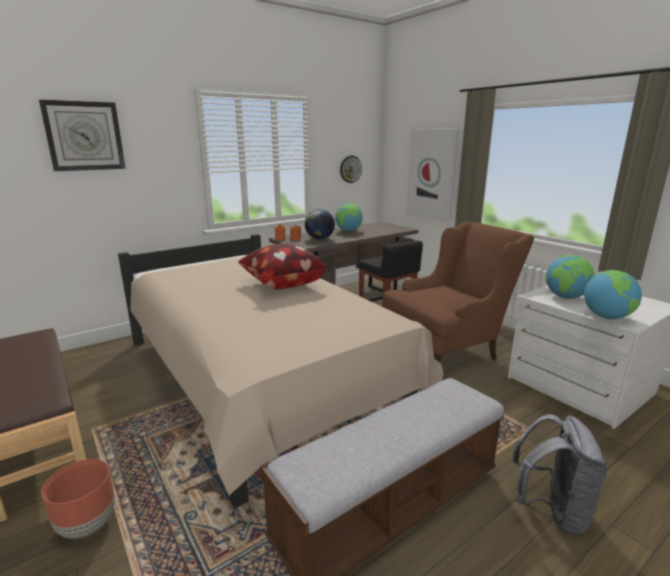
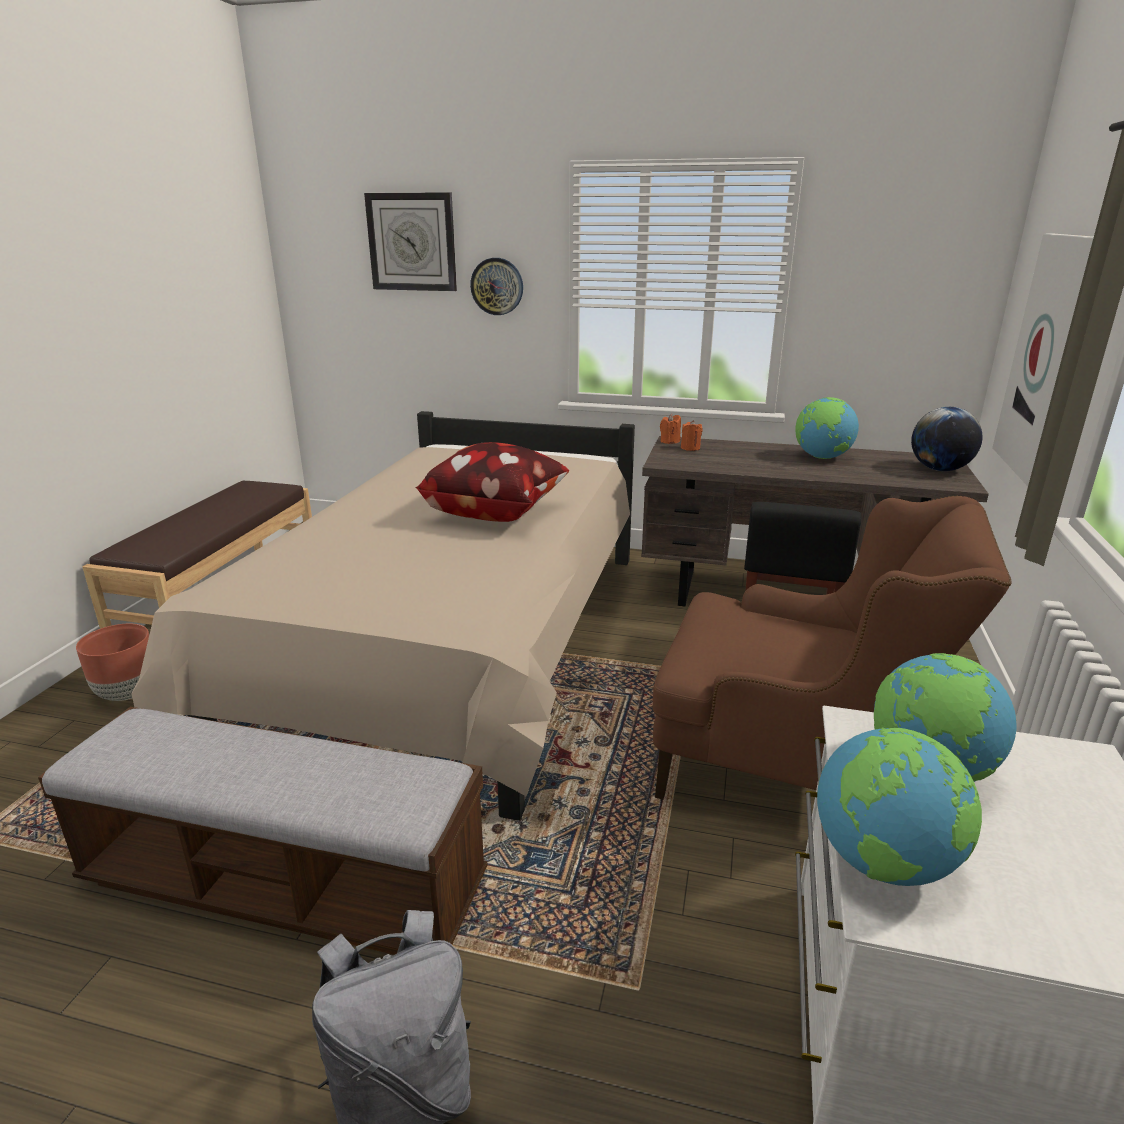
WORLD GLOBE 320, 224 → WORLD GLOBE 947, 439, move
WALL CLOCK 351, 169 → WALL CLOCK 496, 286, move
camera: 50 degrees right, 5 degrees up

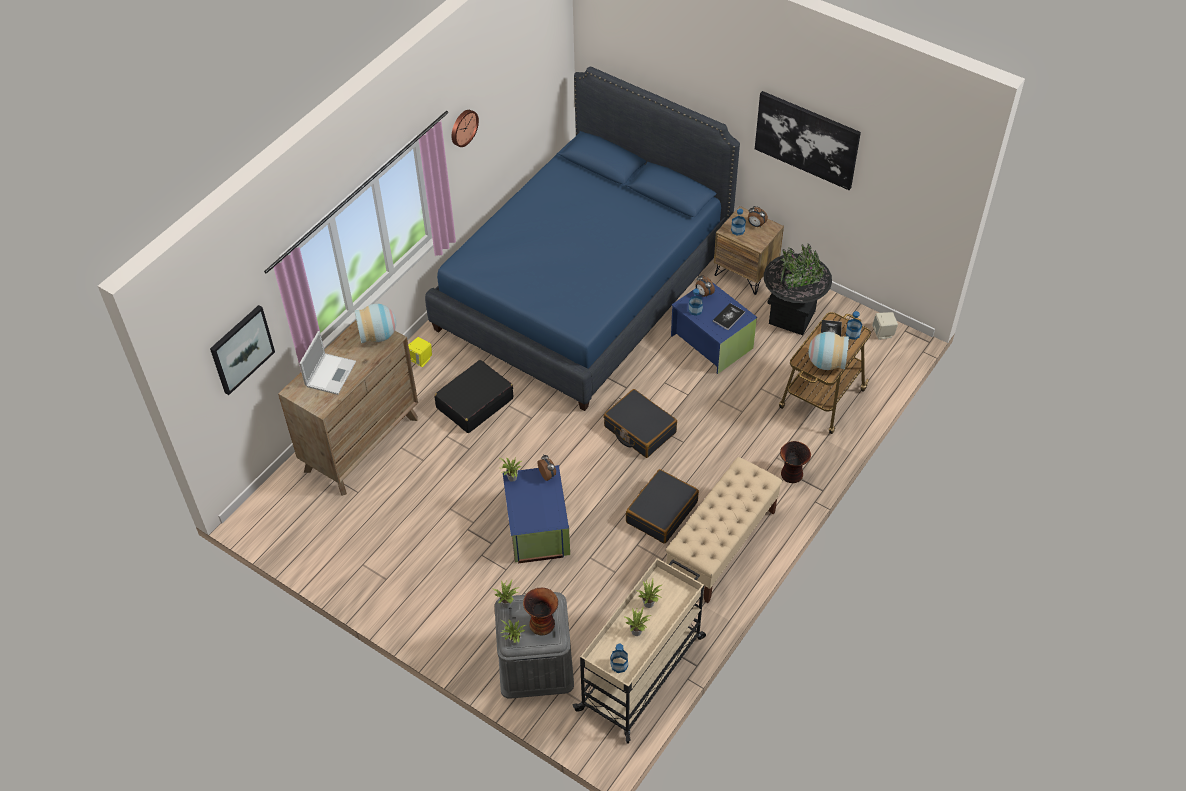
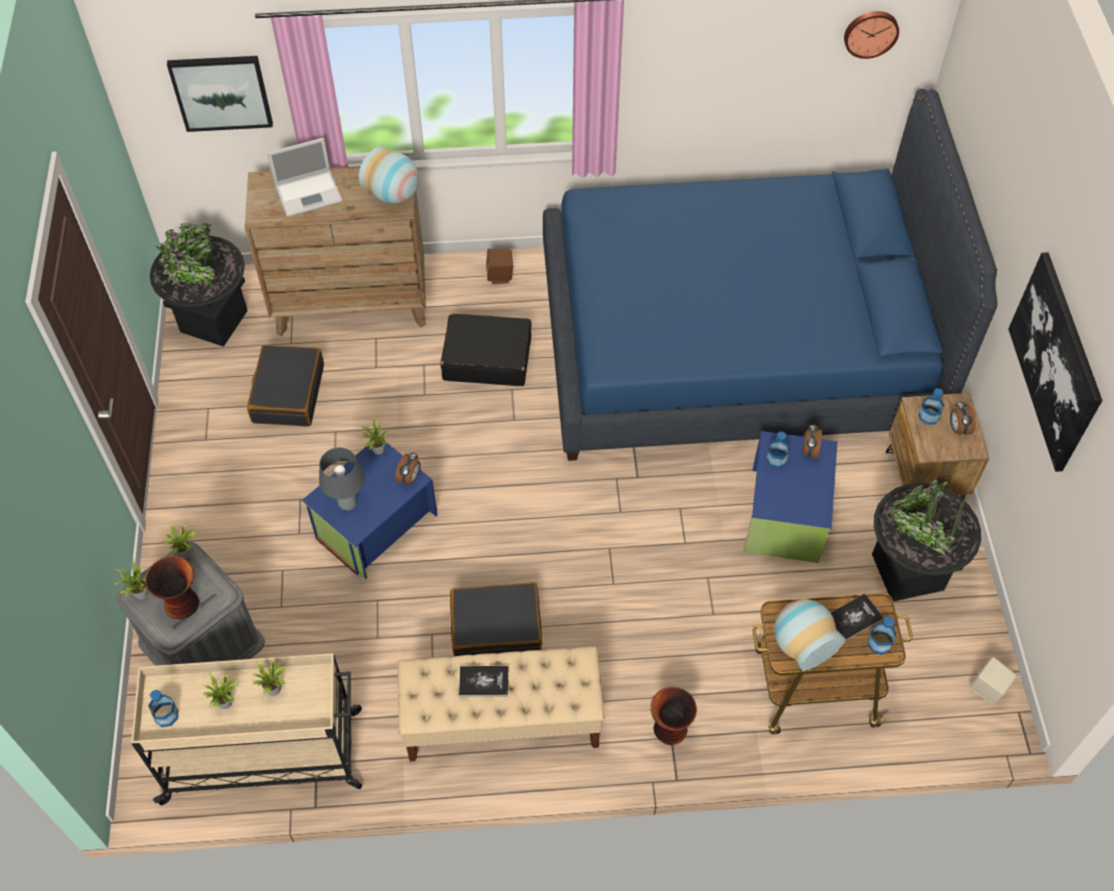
YELLOWISH AUDIO SPEAKER 420, 352 → BROWN AUDIO SPEAKER 499, 266
WALL CLOCK 465, 128 → WALL CLOCK 871, 35, move
BLACK PIECE OF LUGGAGE 640, 423 → BLACK PIECE OF LUGGAGE 285, 386, move
BOUND BOOK 729, 316 → BOUND BOOK 483, 681, move
- → BLACK FLOWER POT 199, 285
- → GREYISH TABLE LAMP 342, 479
camera: 50 degrees right, 5 degrees up

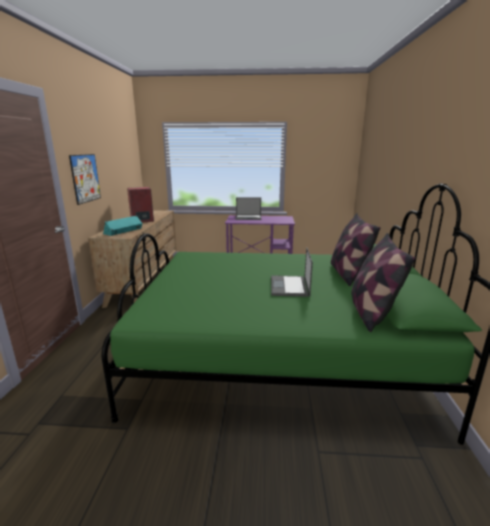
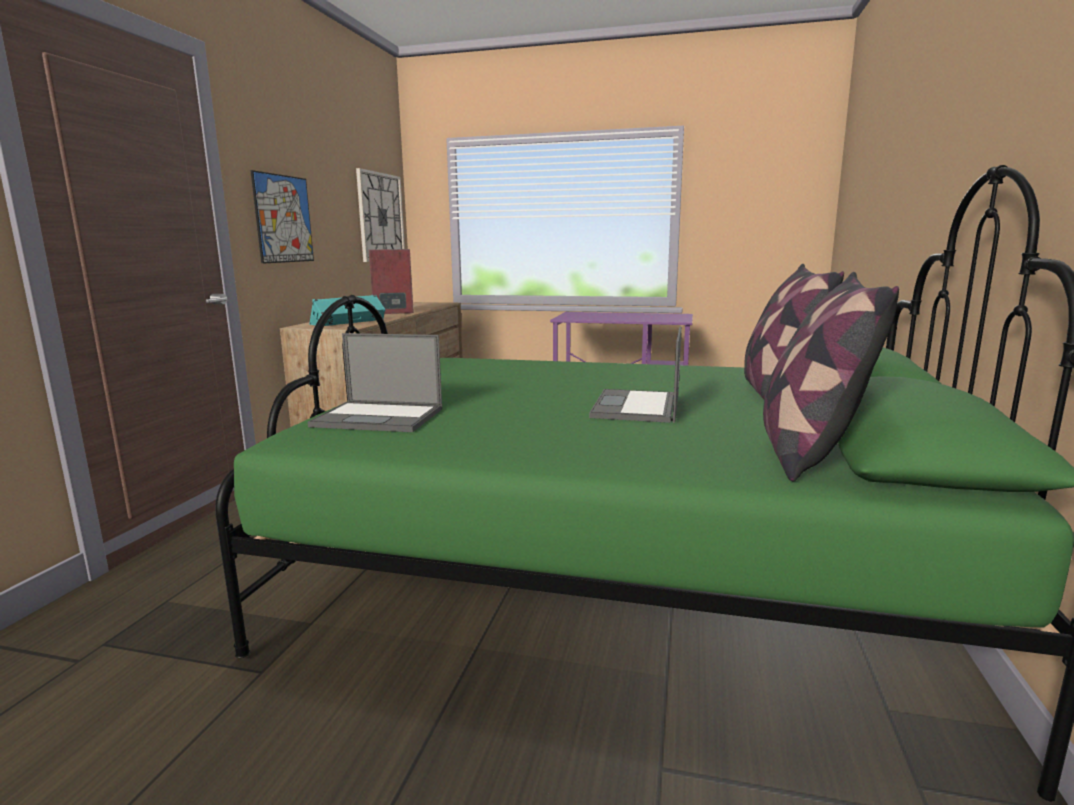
LAPTOP 248, 209 → LAPTOP 375, 382, move
- → WALL CLOCK 380, 215
camera: 10 degrees right, 5 degrees down

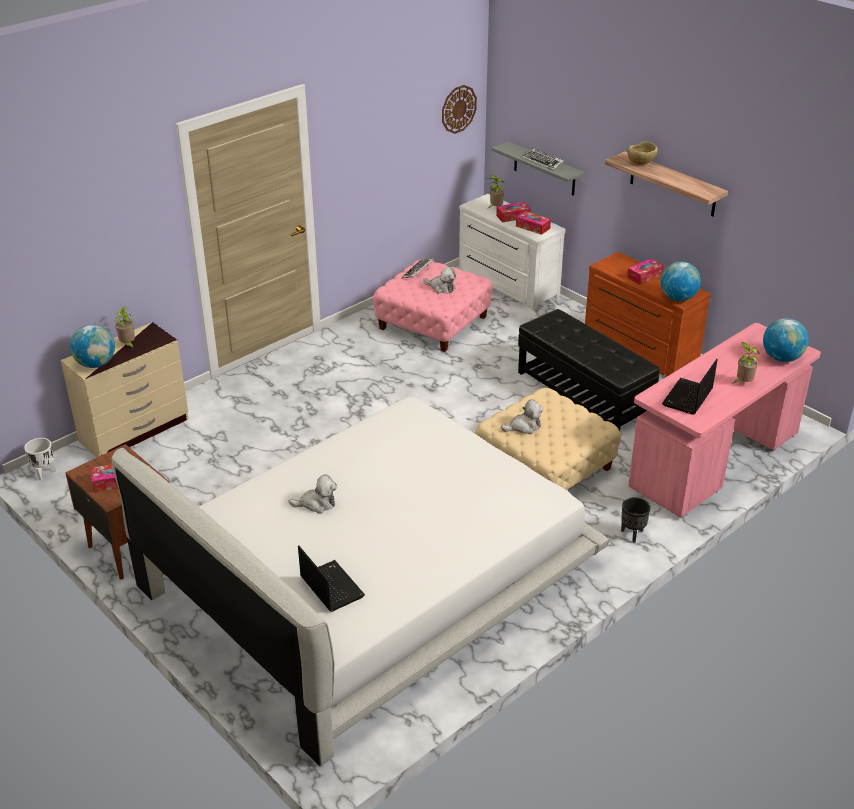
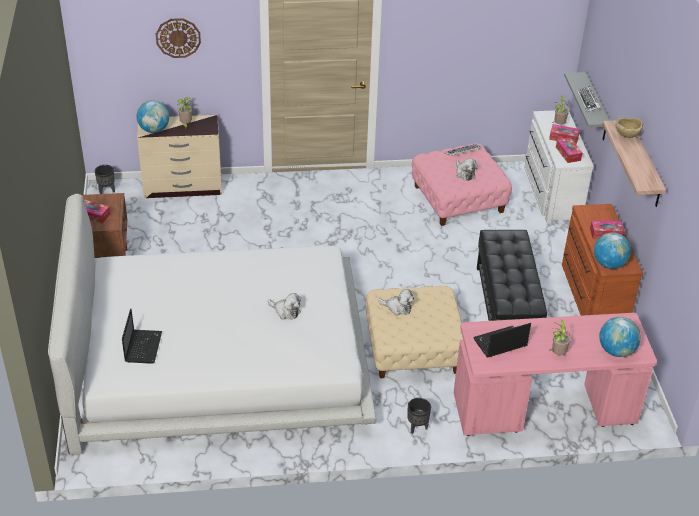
WHITE FLOWER POT 40, 459 → BLACK FLOWER POT 105, 179
CUDDLY TOY 313, 494 → CUDDLY TOY 284, 306, move
WALL CLOCK 459, 109 → WALL CLOCK 178, 38, move
camera: 35 degrees right, 5 degrees up

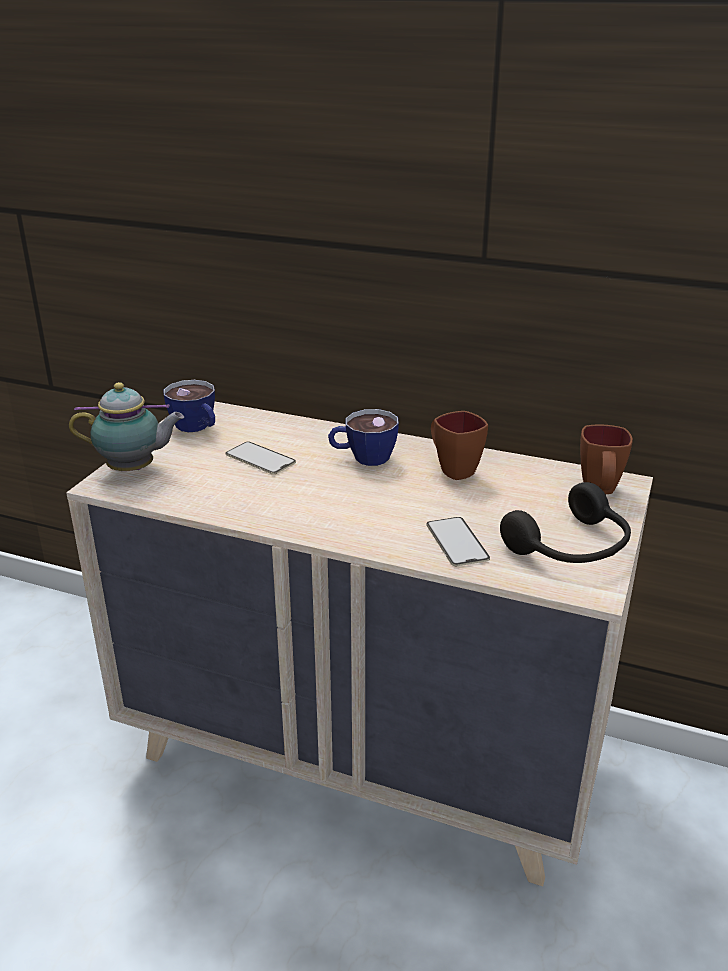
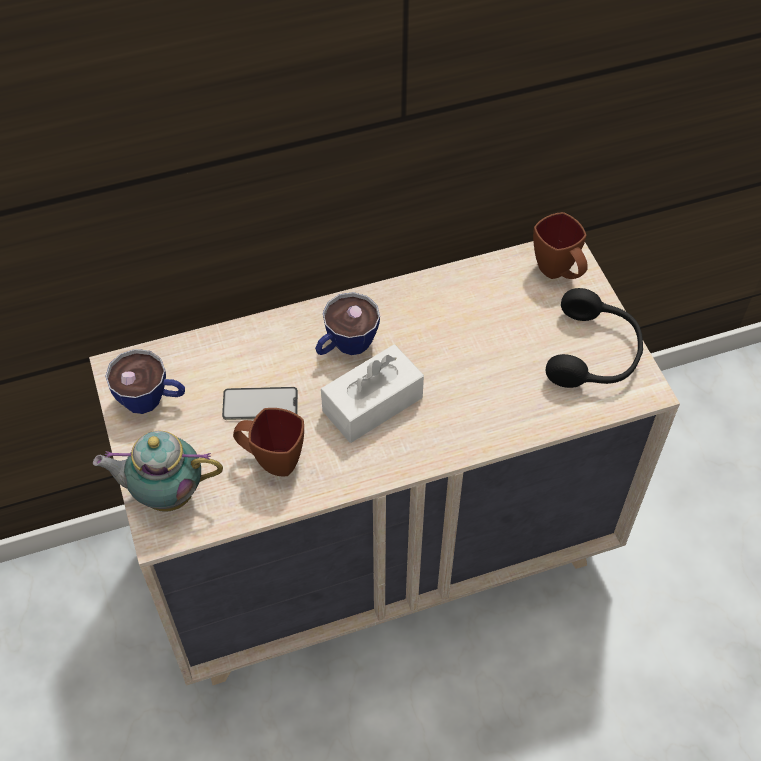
TEAPOT 126, 426 → TEAPOT 158, 471, 135 degrees counterclockwise
PHONE 458, 541 → -
BROWN COFFEE MUG 459, 445 → BROWN COFFEE MUG 268, 442, move
- → WHITE BOX OF TISSUES 372, 393
camera: 40 degrees left, 25 degrees up

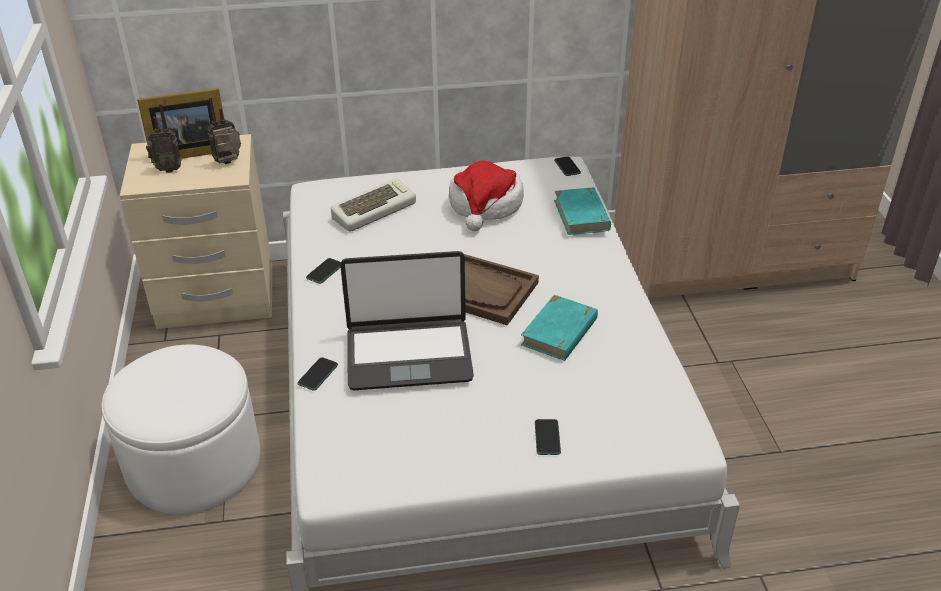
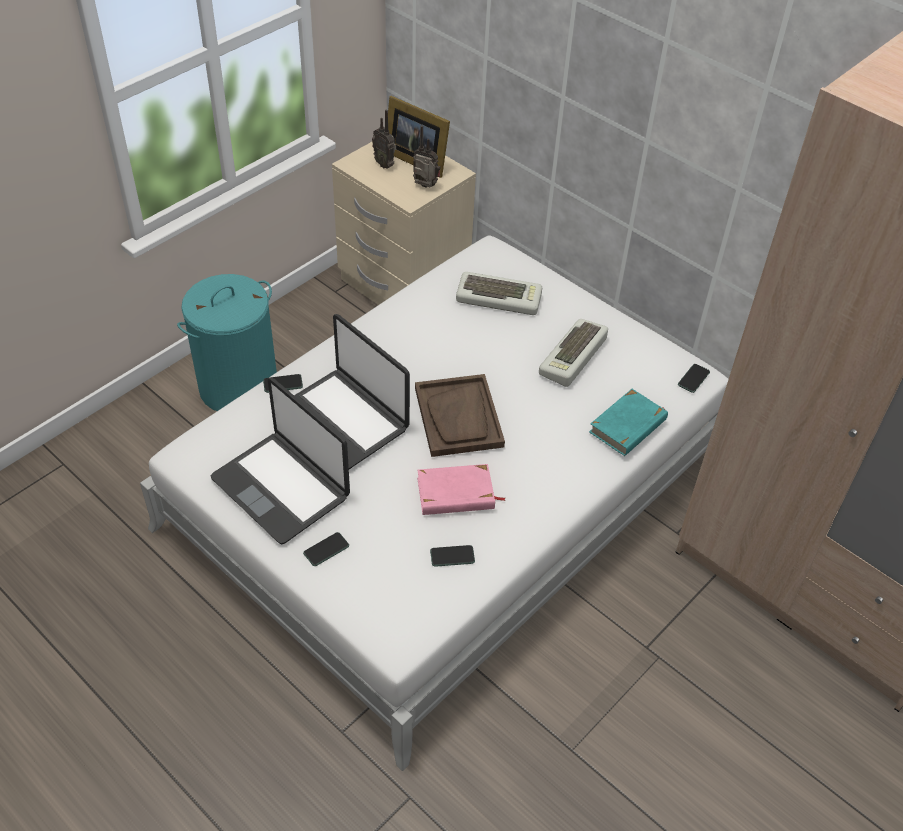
WHITE FOOTREST 181, 429 → TURQUOISE-COLOURED WASHING BASKET 227, 342
PHONE 323, 271 → PHONE 452, 556, move
HAT 486, 196 → PC KEYBOARD 573, 353
TURQUOISE-COLOURED BOUND BOOK 559, 328 → PINKISH BOUND BOOK 461, 489
- → LAPTOP 280, 461
camera: 50 degrees right, 10 degrees up

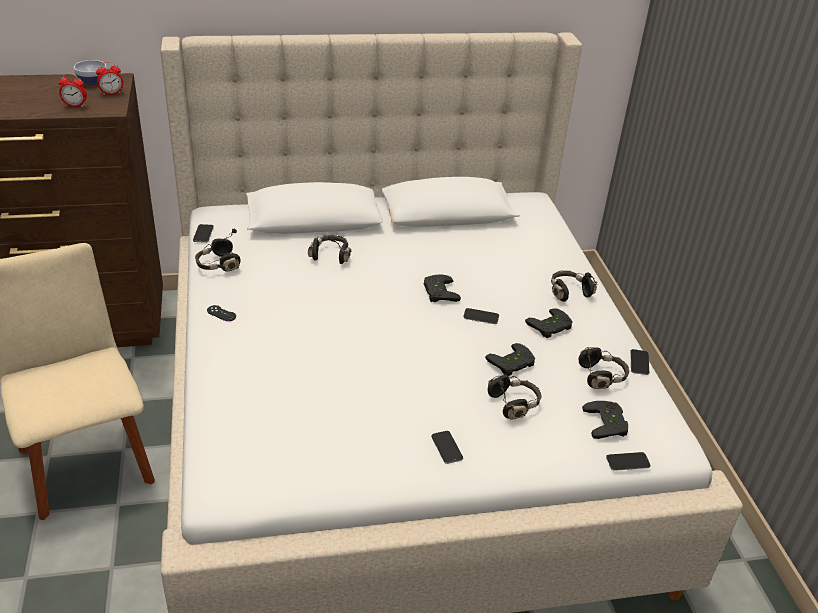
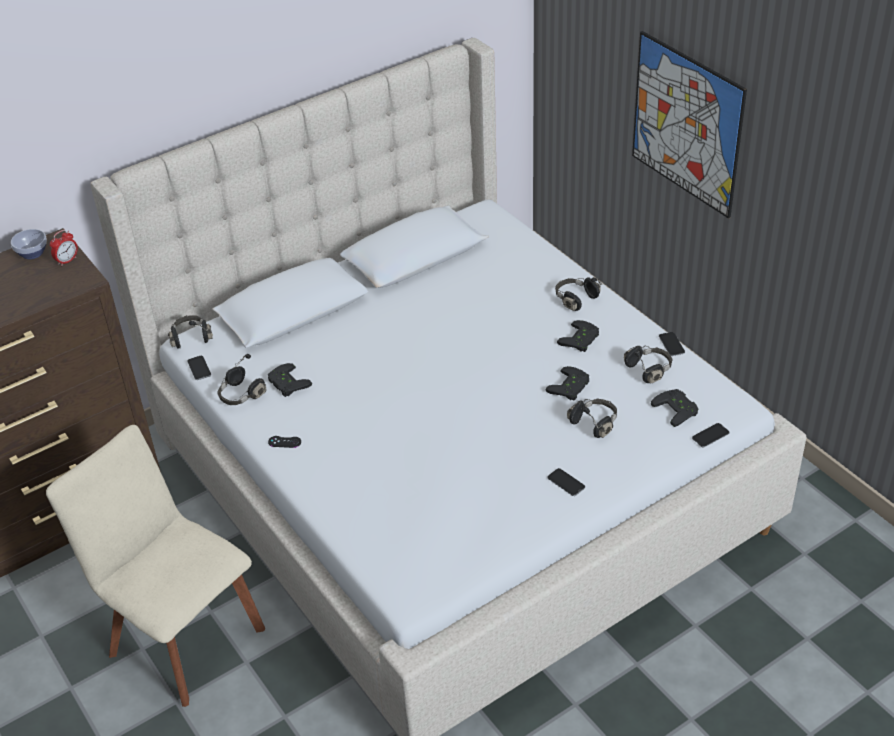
TABLE CLOCK 73, 90 → -
BLACK HEADSET 329, 249 → BLACK HEADSET 190, 331, move
BLACK JOYPAD 442, 288 → BLACK JOYPAD 290, 380, move
PHONE 481, 316 → -
- → PICTURE 689, 125
camera: 20 degrees left, 5 degrees up

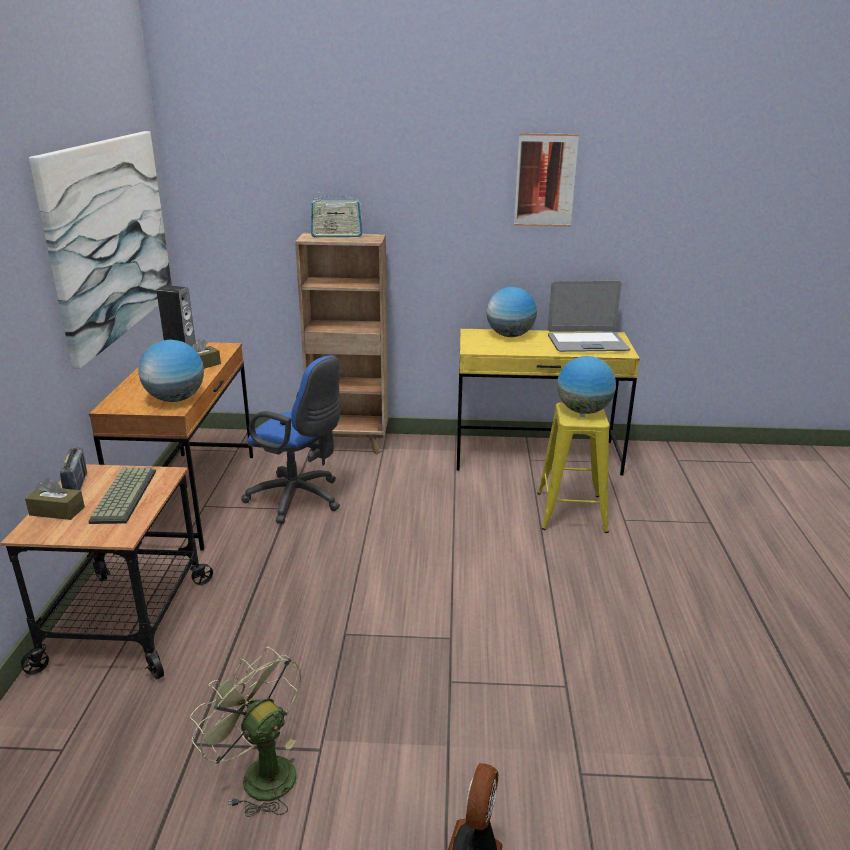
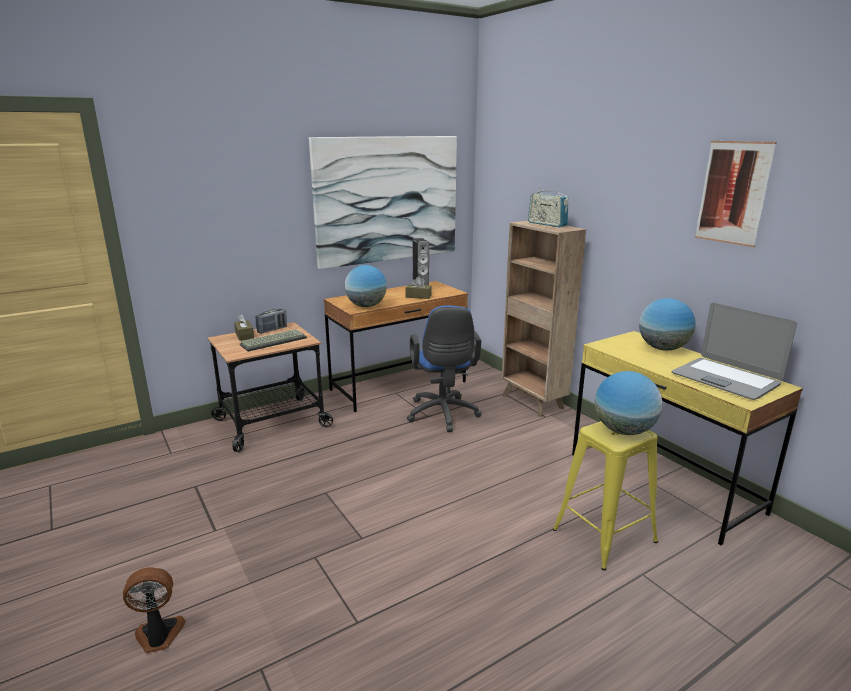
GREENISH ELECTRIC FAN 245, 732 → -
camera: 55 degrees right, 5 degrees down

